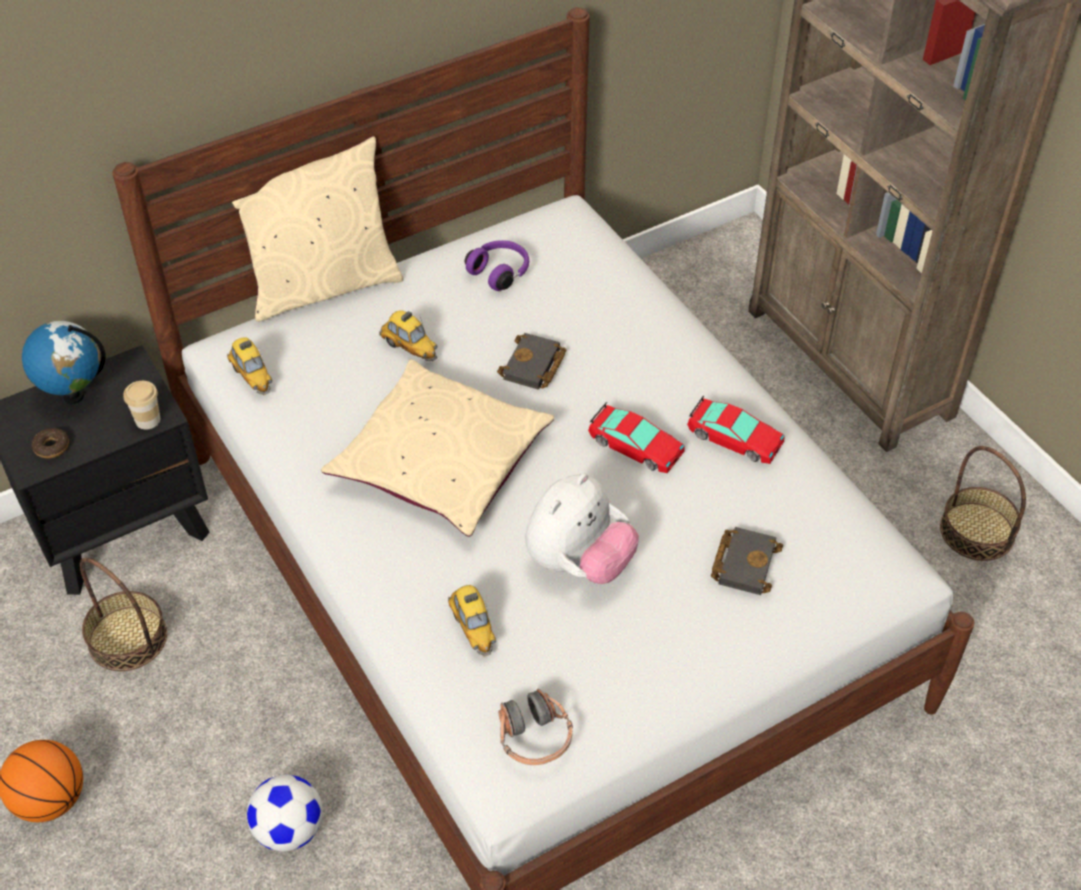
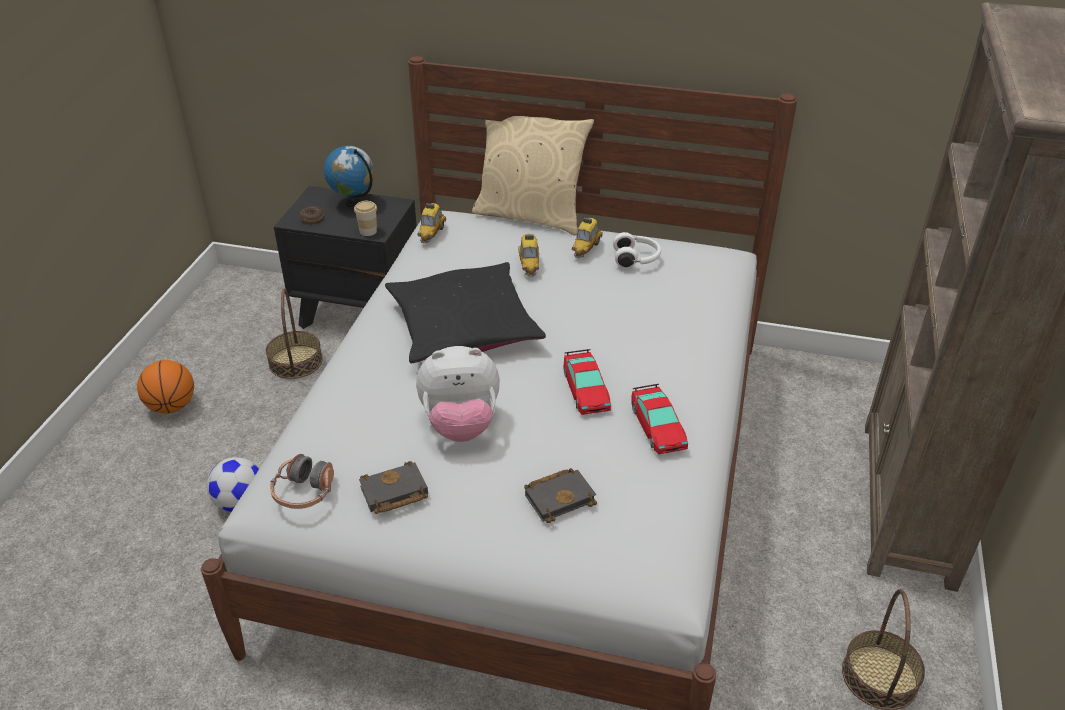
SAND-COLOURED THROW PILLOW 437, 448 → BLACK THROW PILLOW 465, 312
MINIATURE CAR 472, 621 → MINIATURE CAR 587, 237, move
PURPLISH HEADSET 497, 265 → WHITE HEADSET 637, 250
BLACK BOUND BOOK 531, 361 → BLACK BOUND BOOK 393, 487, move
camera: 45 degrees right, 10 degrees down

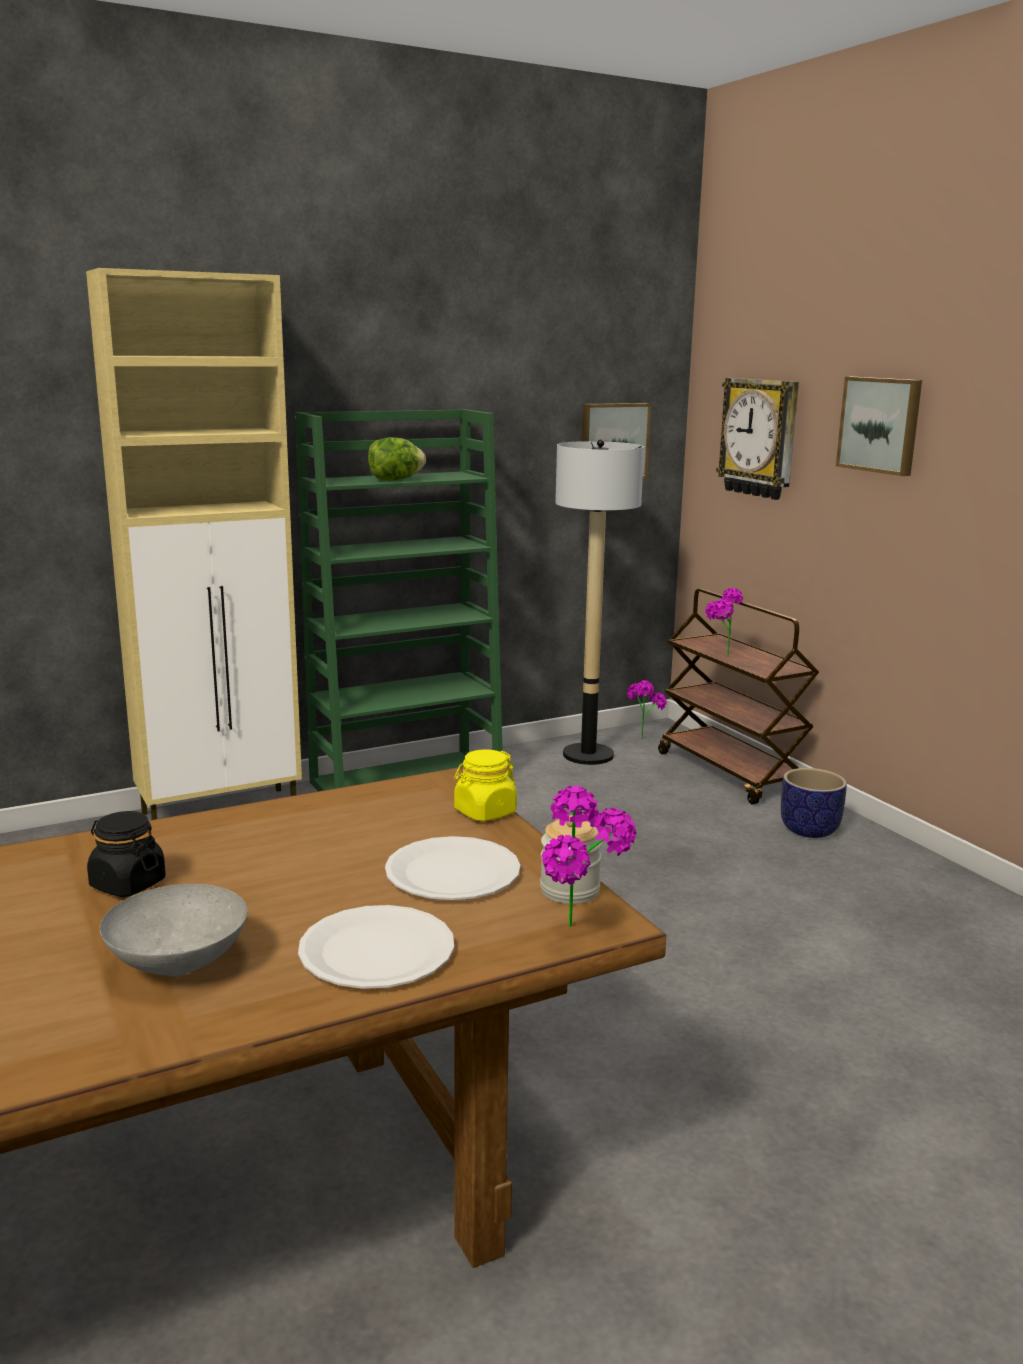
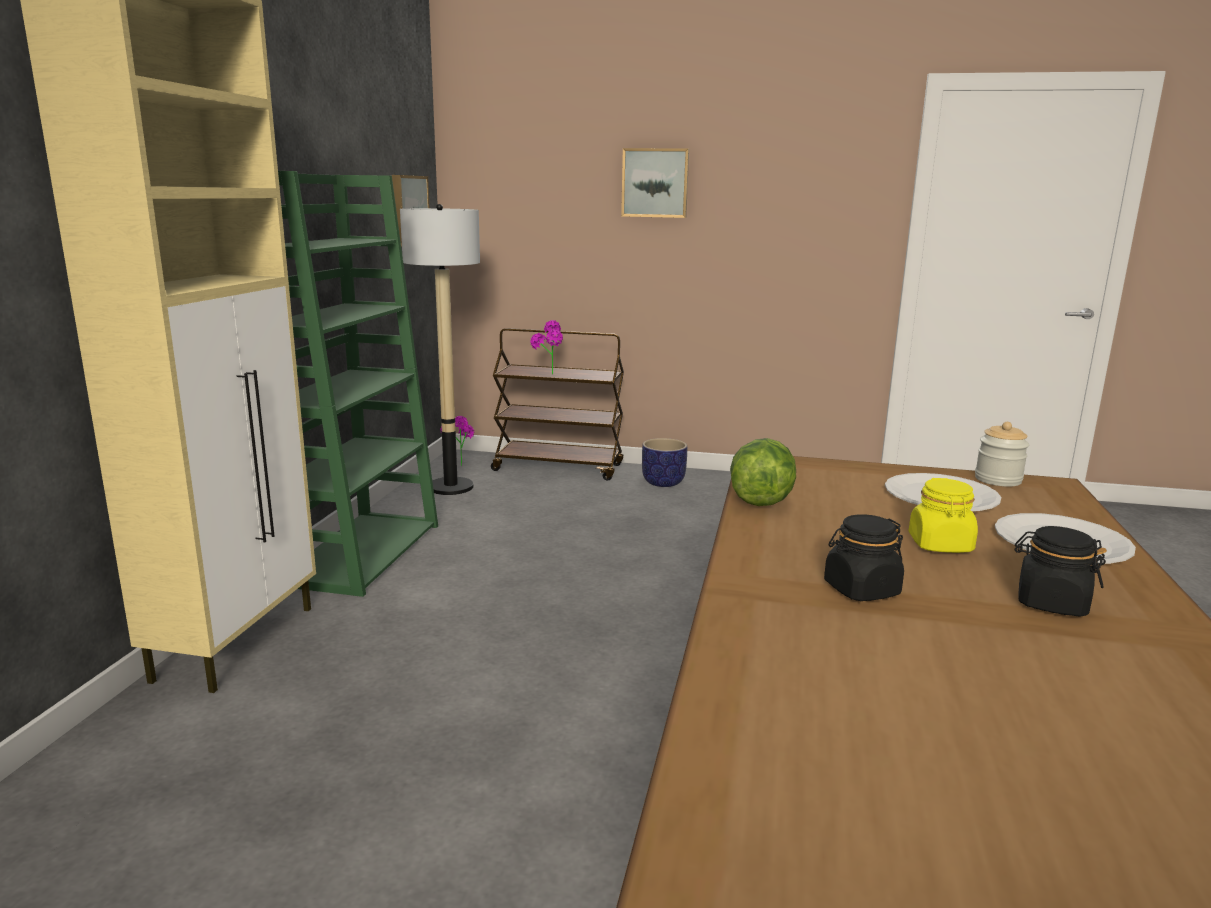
GREYISH SERVING BOWL 174, 930 → BLACK JAR 1061, 571
HEAD OF LETTUCE 397, 459 → HEAD OF LETTUCE 763, 472, move
YELLOWISH JAR 485, 785 → YELLOWISH JAR 943, 515, move
HOUSEPLANT 589, 856 → -
WALL CLOCK 757, 439 → -
camera: 50 degrees left, 0 degrees up

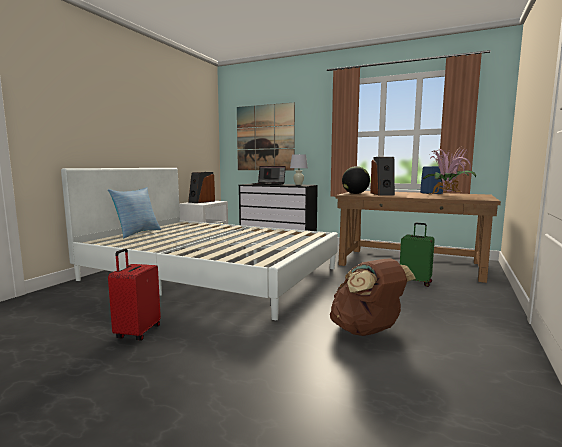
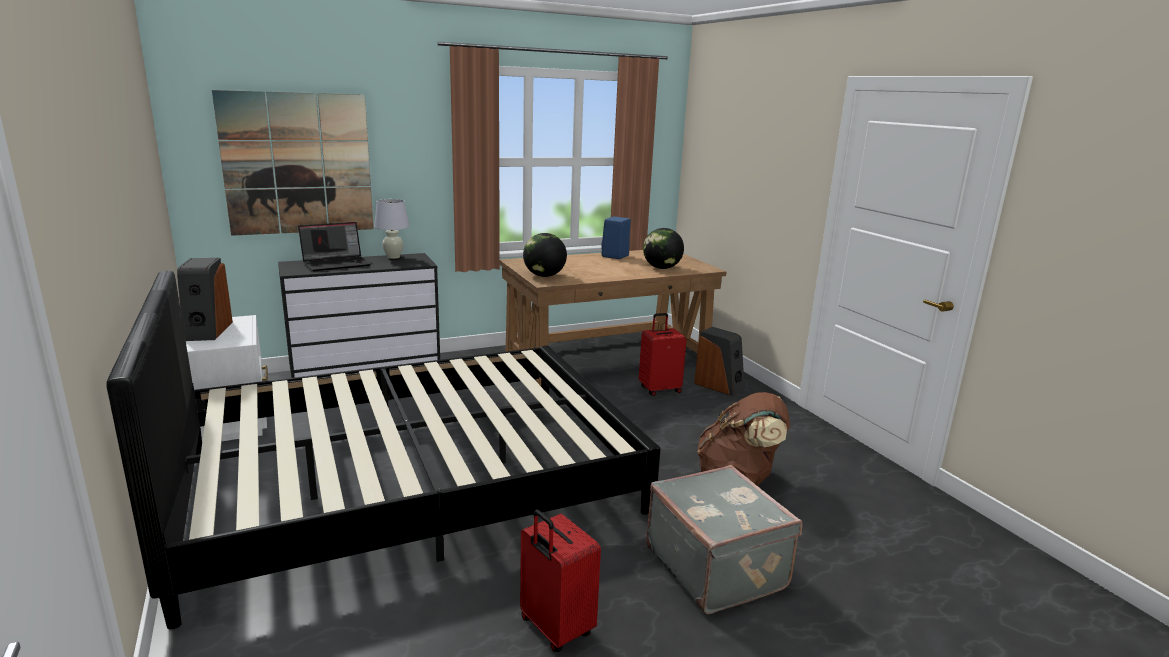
WHITE SLEEPING BED 199, 244 → BLACK SLEEPING BED 383, 450
THROW PILLOW 134, 212 → -
AUDIO SPEAKER 382, 176 → AUDIO SPEAKER 719, 361, move
GREENISH PIECE OF LUGGAGE 417, 255 → RED PIECE OF LUGGAGE 663, 354
HOUSEPLANT 449, 170 → WORLD GLOBE 663, 248
- → GREYISH PIECE OF LUGGAGE 724, 539
camera: 50 degrees left, 10 degrees up

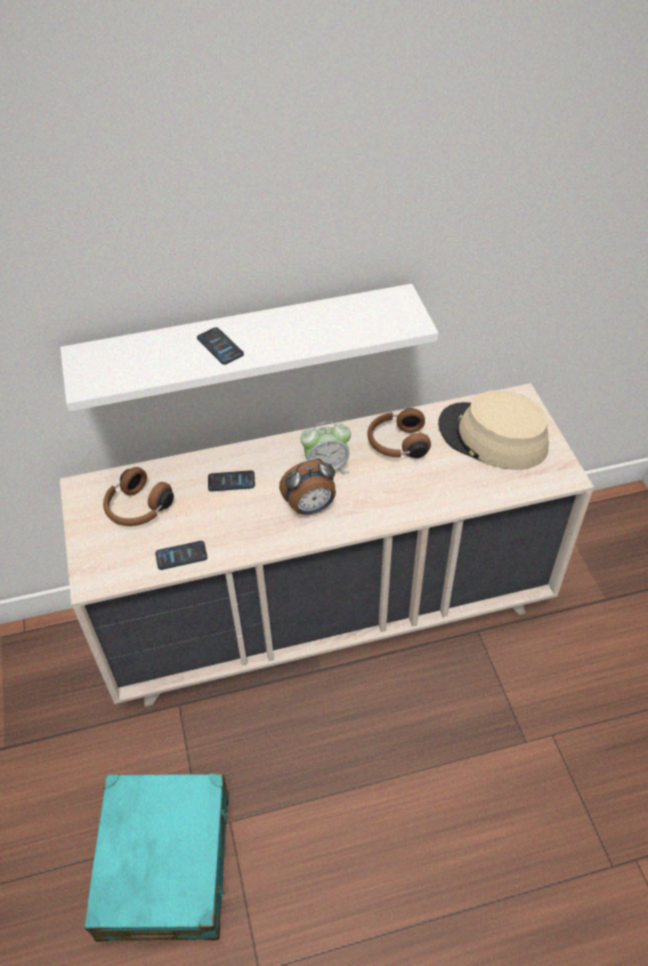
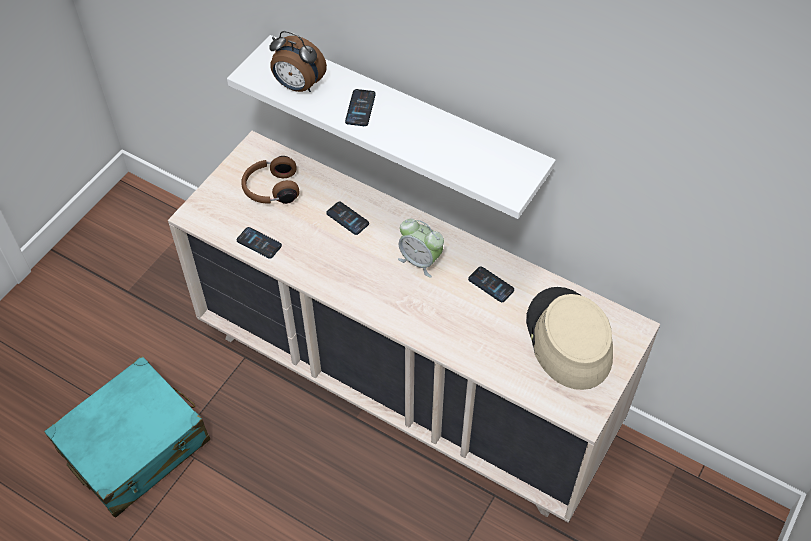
TABLE CLOCK 307, 486 → TABLE CLOCK 298, 61, move
BROWN HEADSET 399, 433 → PHONE 491, 284
camera: 45 degrees right, 5 degrees up

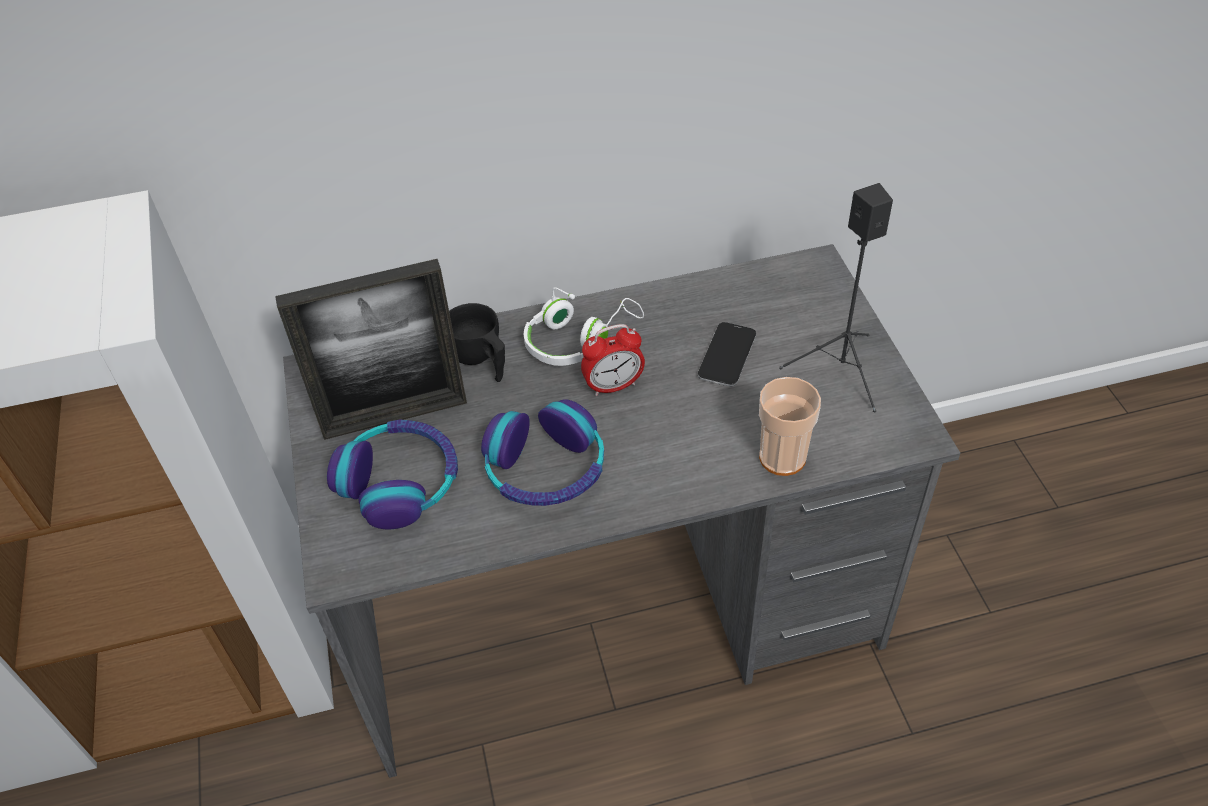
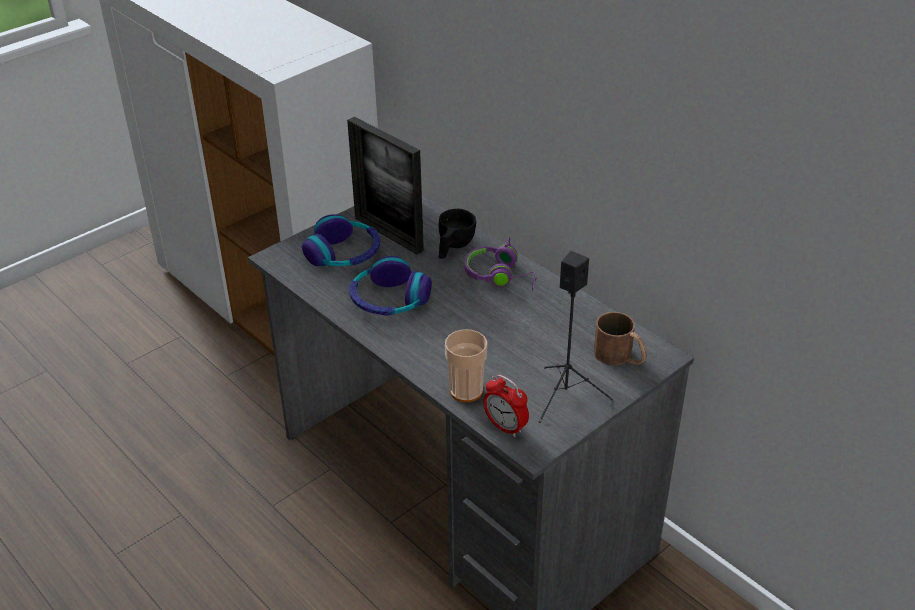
WHITE HEADSET 584, 326 → PURPLISH HEADSET 500, 263
TABLE CLOCK 613, 360 → TABLE CLOCK 506, 406, move
PHONE 727, 354 → -
- → BROWN COFFEE MUG 620, 338
camera: 60 degrees right, 10 degrees down

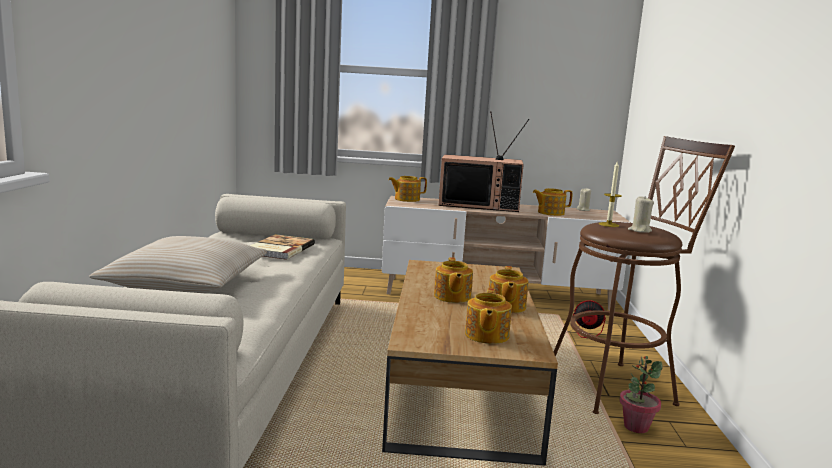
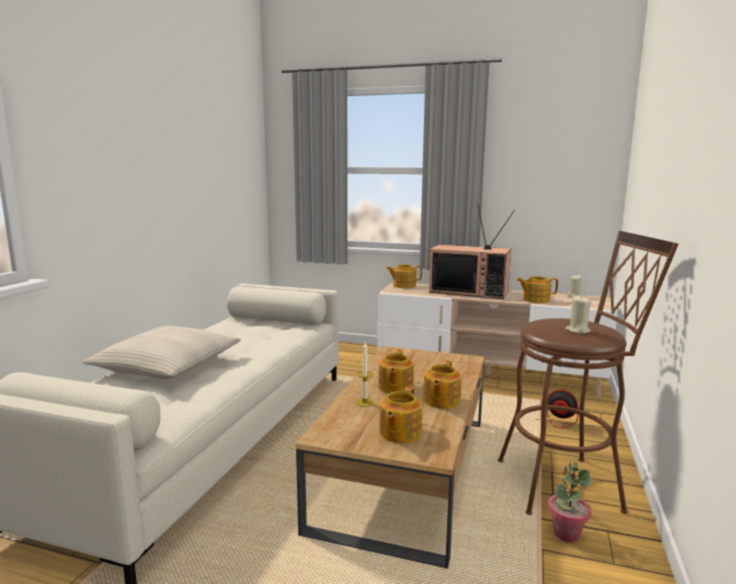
BOUND BOOK 282, 247 → -
WAX CANDLE 610, 194 → WAX CANDLE 365, 374, move
camera: 15 degrees right, 0 degrees up

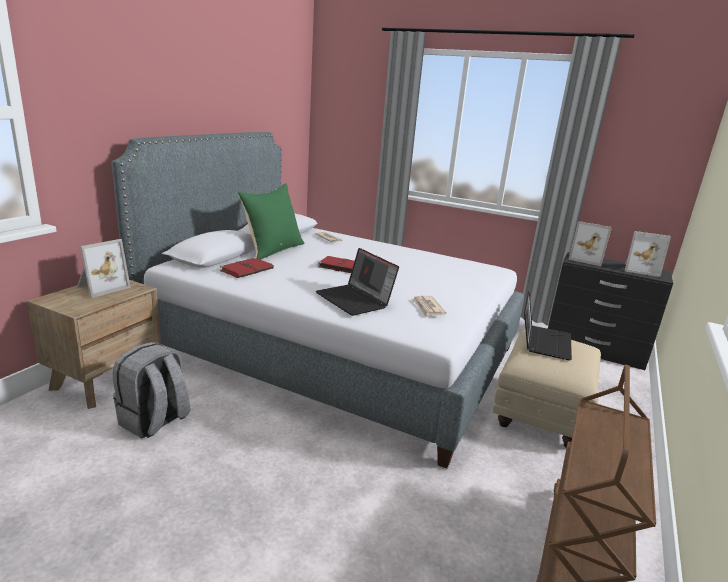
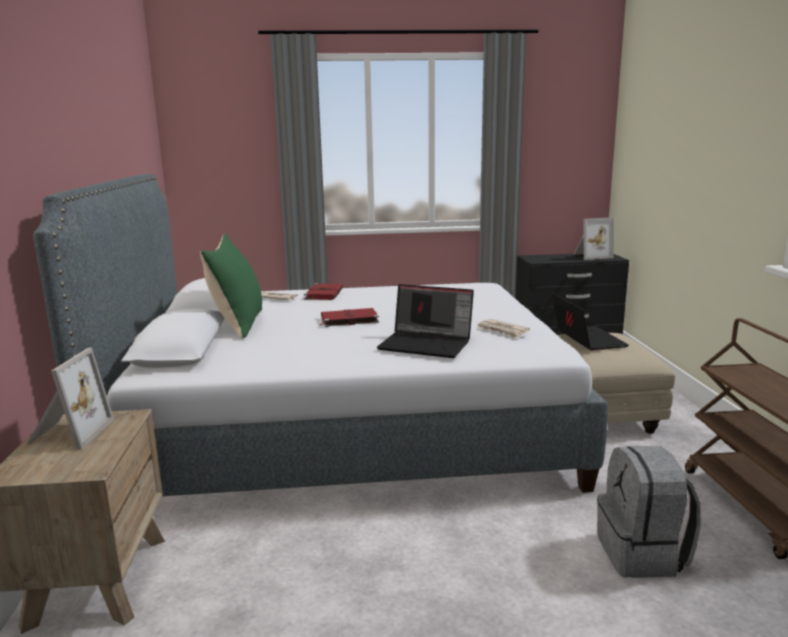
GREYISH KNAPSACK 151, 390 → GREYISH KNAPSACK 649, 512, move
RED BOUND BOOK 247, 267 → RED BOUND BOOK 323, 291, move
PHOTO FRAME 590, 243 → -
camera: 30 degrees left, 5 degrees down

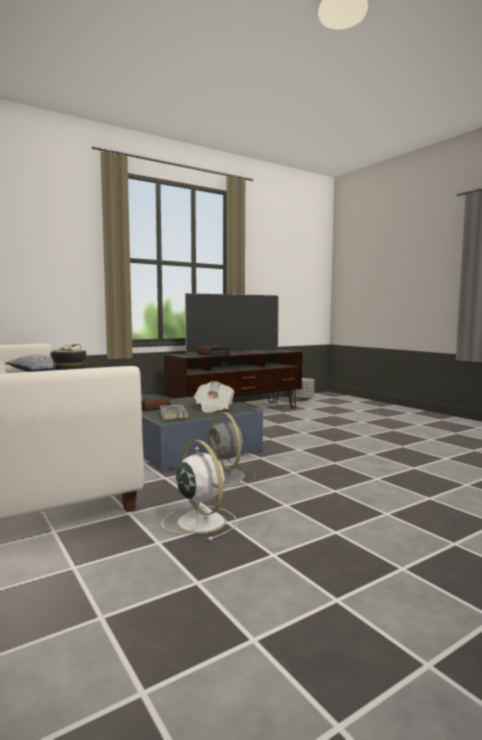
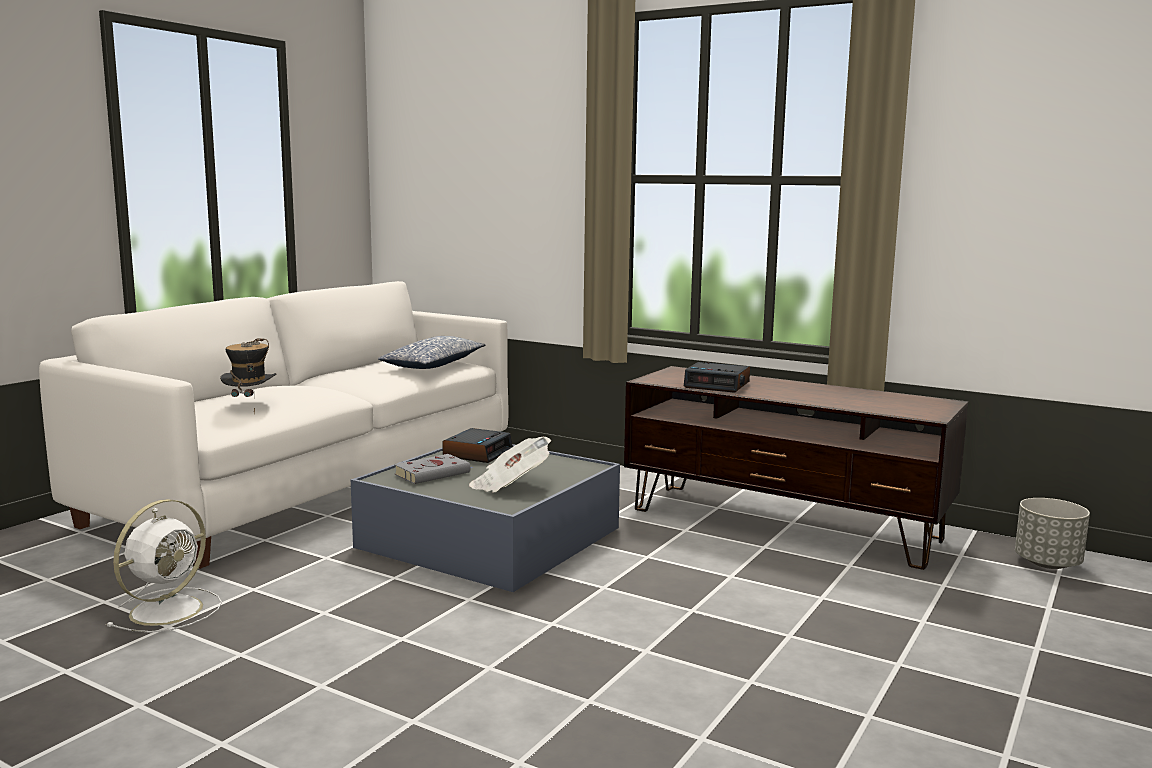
TELEVISION 232, 323 → -
GREYISH ELECTRIC FAN 232, 449 → -
camera: 65 degrees right, 5 degrees up

